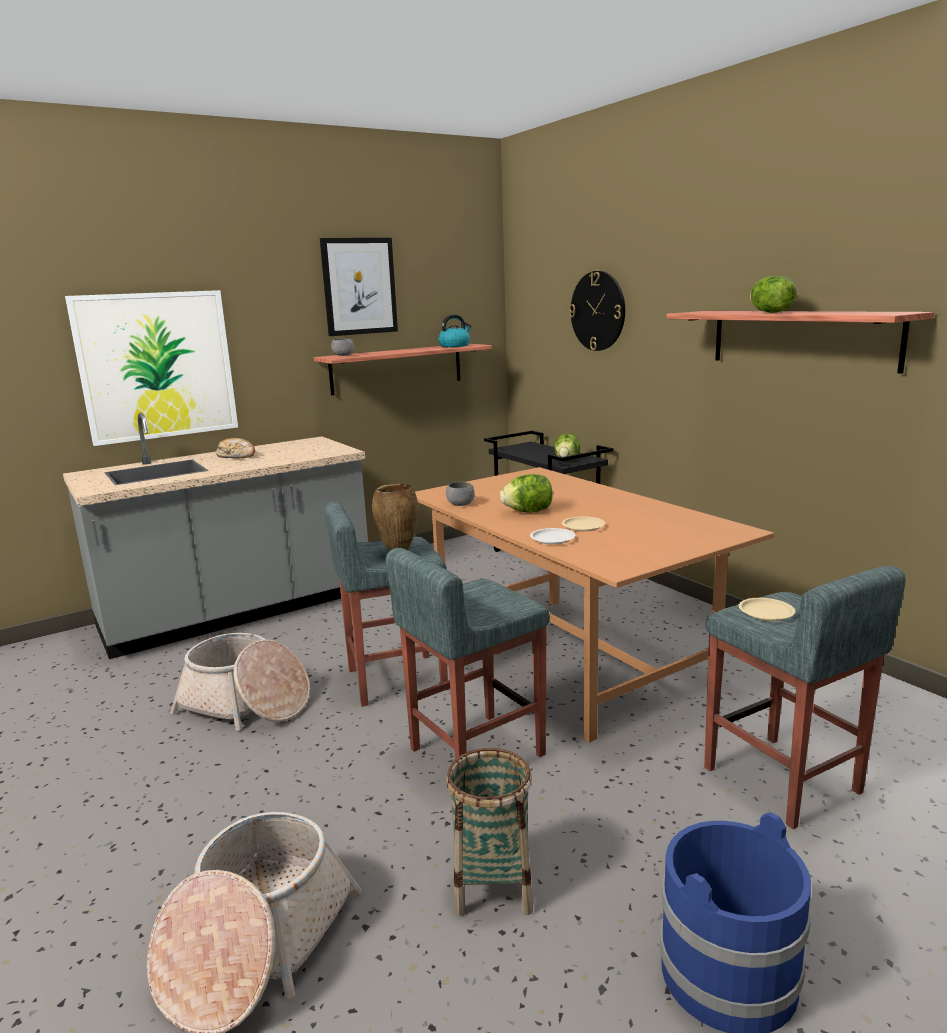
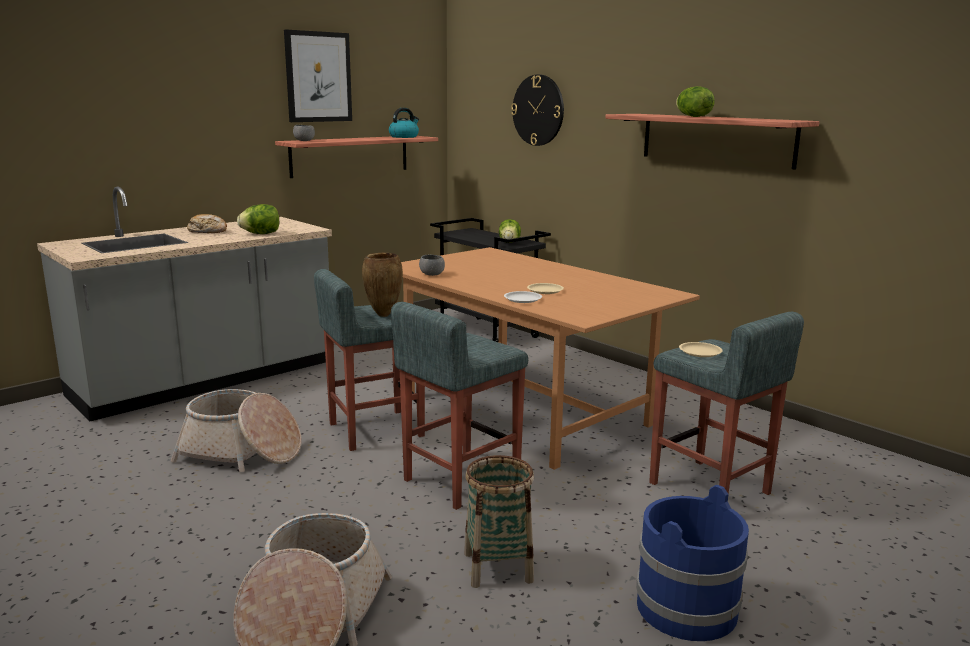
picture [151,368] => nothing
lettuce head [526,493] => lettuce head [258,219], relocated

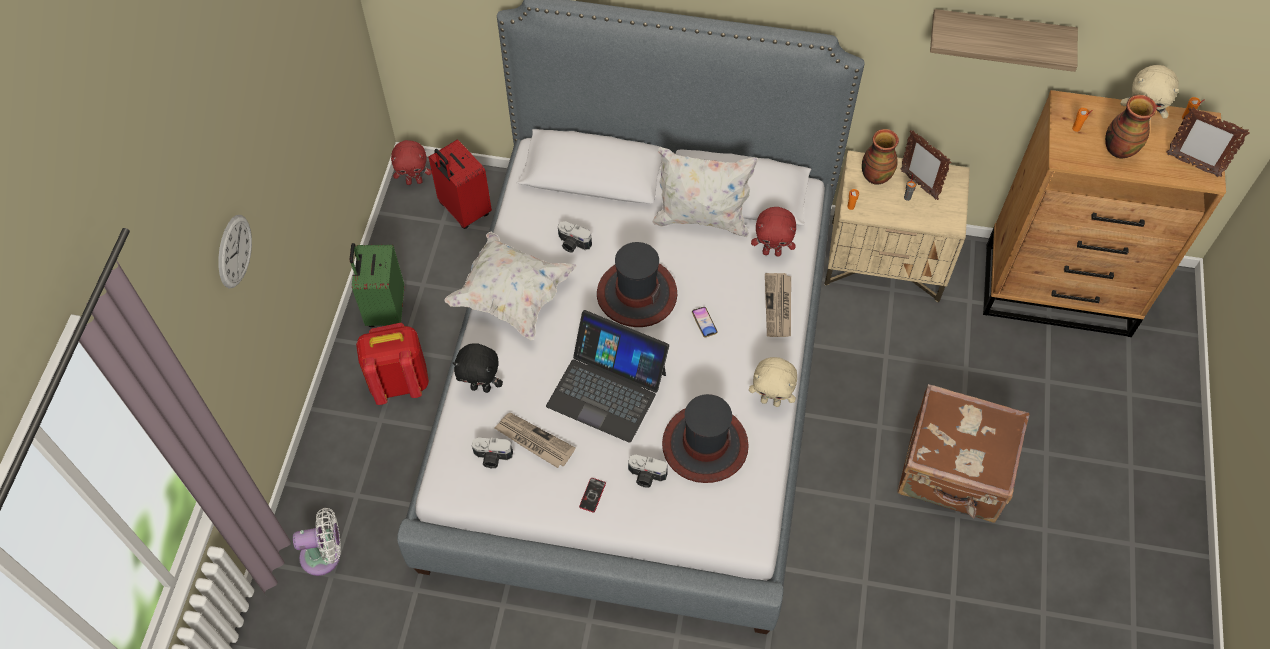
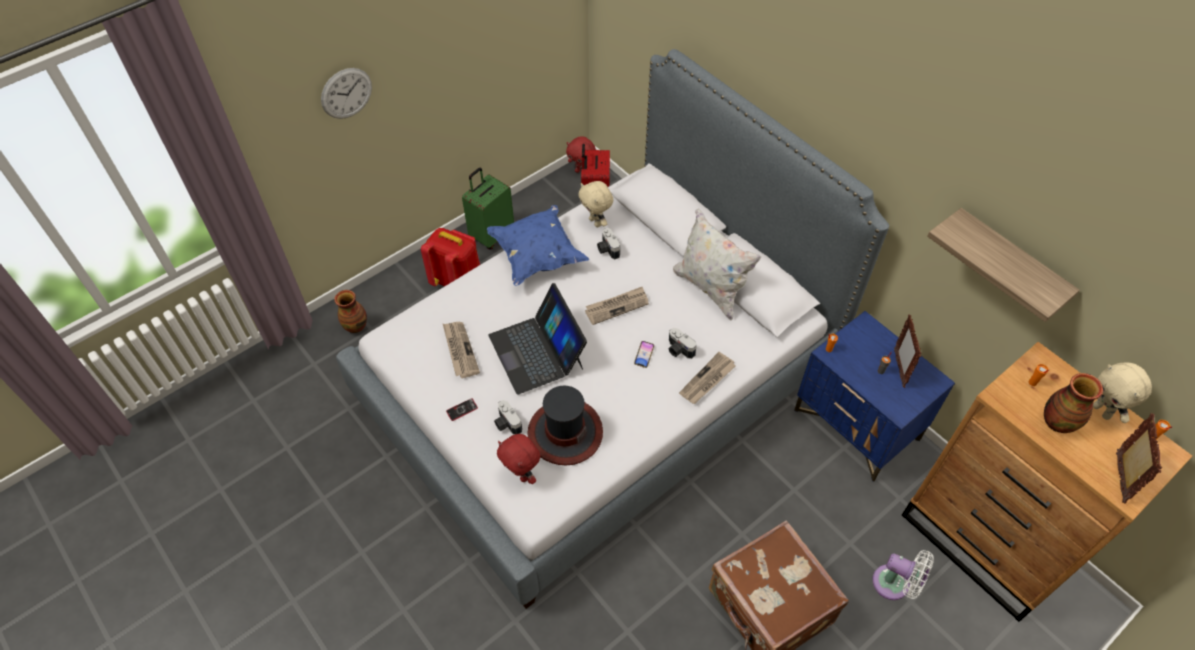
fan (white) [317,542] => fan (white) [903,575], relocated
pillow (white) [511,286] => pillow (blue) [538,245]
plush toy (blackish) [478,368] => nothing
photo camera [492,452] => photo camera [682,343], relocated
wearable hat [637,284] => newspaper [617,306]
plush toy (beige) [773,382] => plush toy (beige) [595,204], relocated
plush toy (red) [773,232] => plush toy (red) [518,459], relocated
night table (beige) [897,227] => night table (blue) [874,396]
vase [880,156] => vase [350,311], relocated
picture frame [1208,142] => picture frame [1139,458], 150 degrees counterclockwise

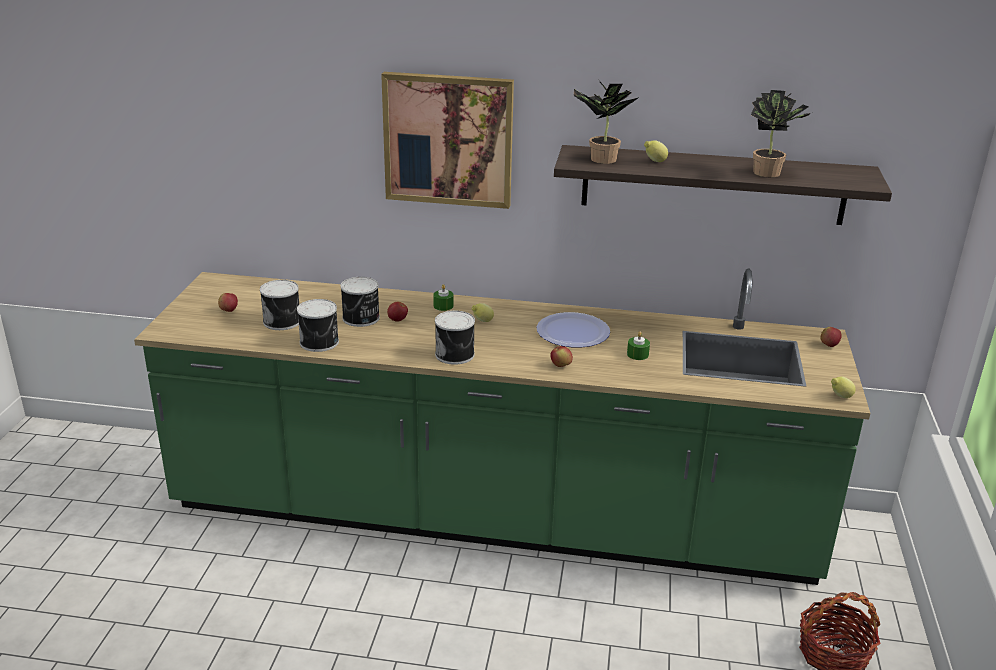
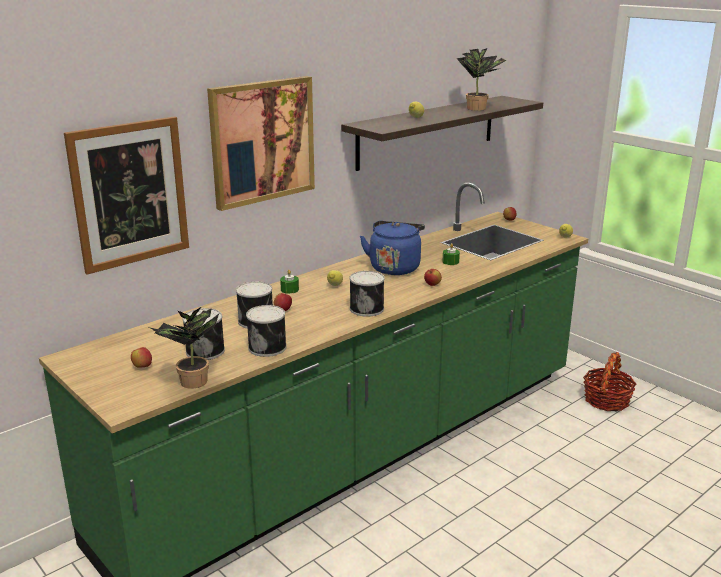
dinner plate [573,330] => water kettle (blue) [392,248]
houseplant [606,123] => houseplant [184,348], relocated
nothing => picture [126,195]

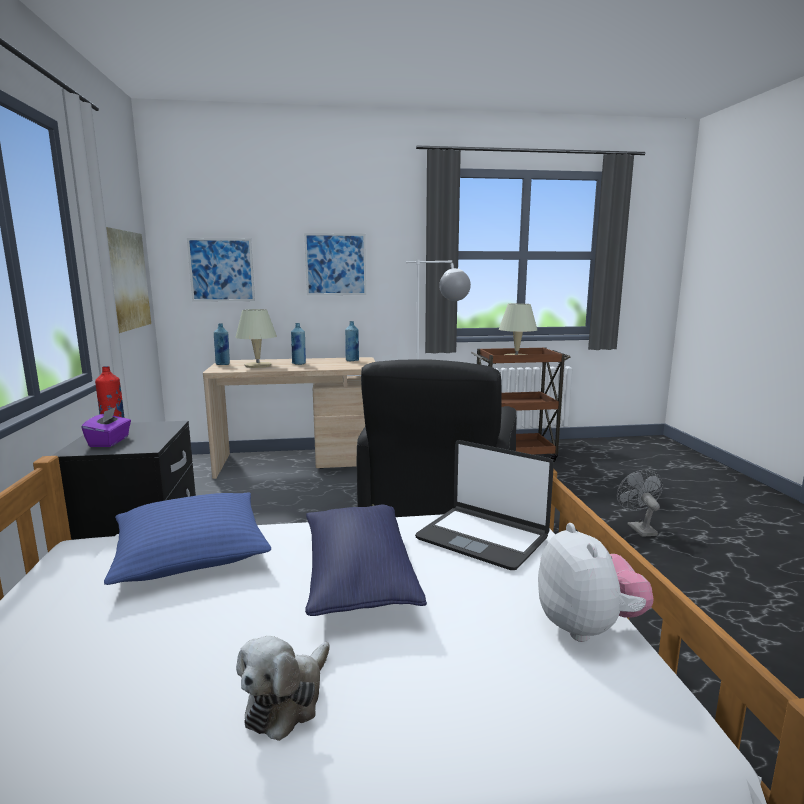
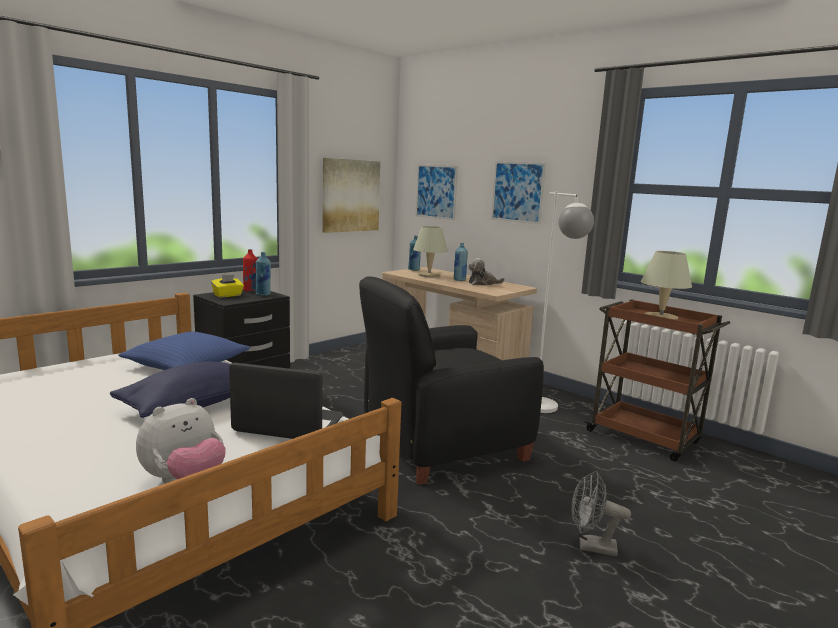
box of tissues (purple) [106,427] => box of tissues (yellow) [227,286]
plush toy [283,688] => plush toy [486,271], relocated
bottle (blue) [352,341] => bottle (blue) [263,274], relocated
portable computer [484,505] => portable computer [286,400], 105 degrees clockwise
fan (gray) [640,503] => fan (gray) [601,513], 120 degrees counterclockwise

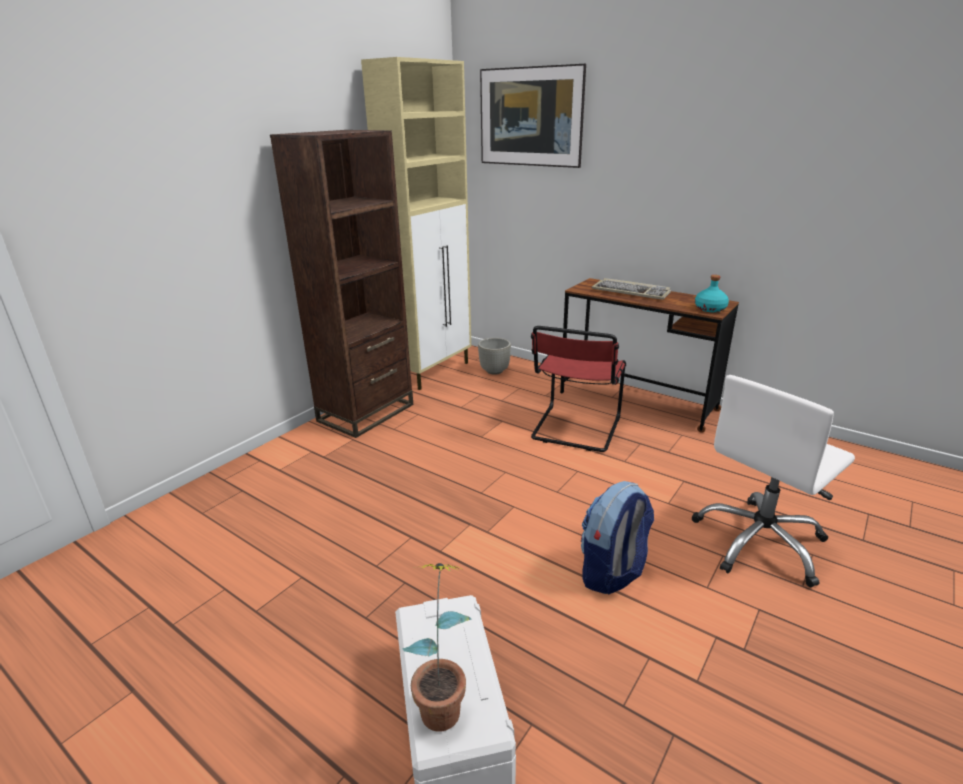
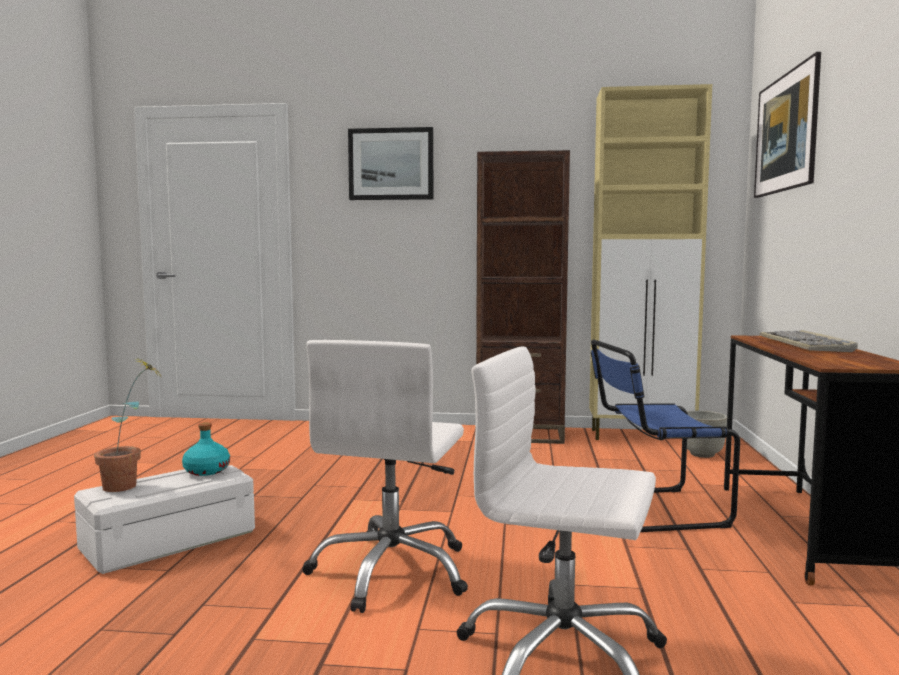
upright chair (red) [578,389] => upright chair (blue) [665,435]
rucksack [617,537] => office chair (white) [385,476]
bottle (turquoise-coloured) [712,293] => bottle (turquoise-coloured) [206,449], relocated
nothing => picture [390,163]

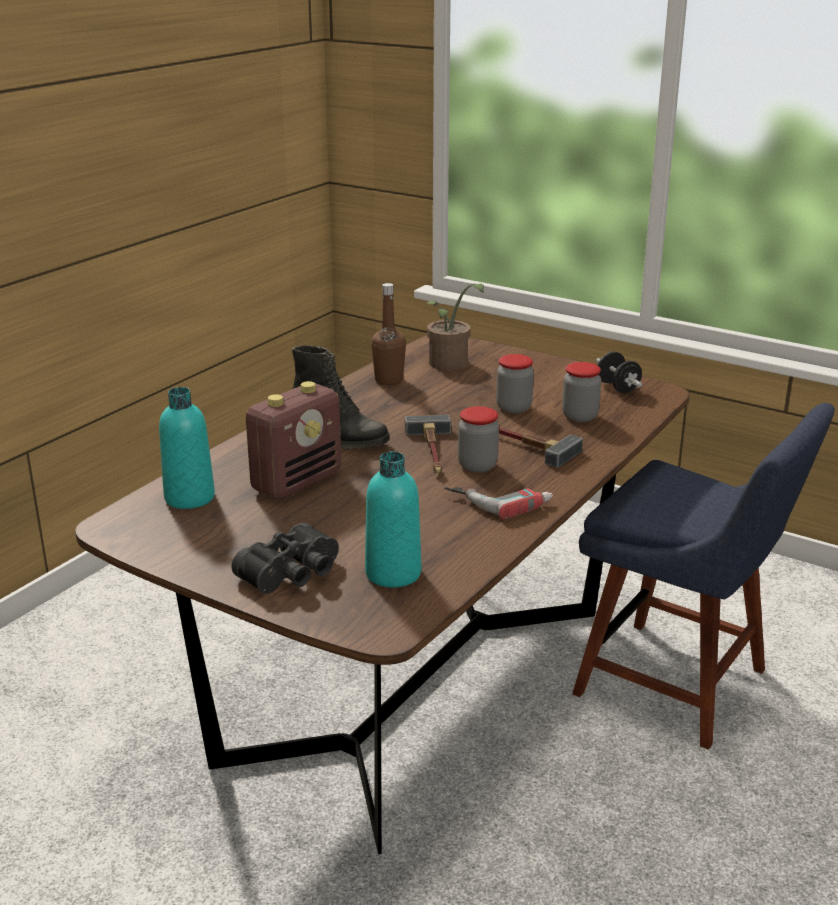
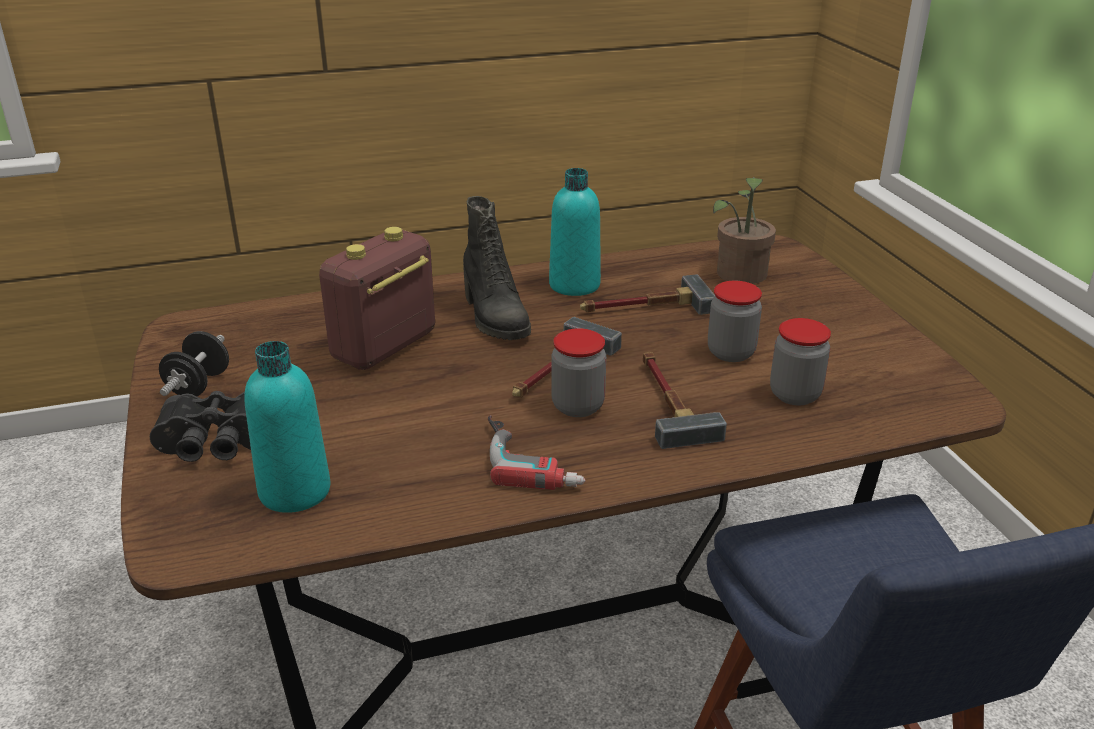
bottle (turquoise-coloured) [187,448] => bottle (turquoise-coloured) [575,232], relocated
radio [293,440] => radio [377,298], 135 degrees clockwise
bottle (brownish) [388,334] => nothing
hand weight (blackish) [619,372] => hand weight (blackish) [194,363], relocated
nothing => tool hammer [647,294]

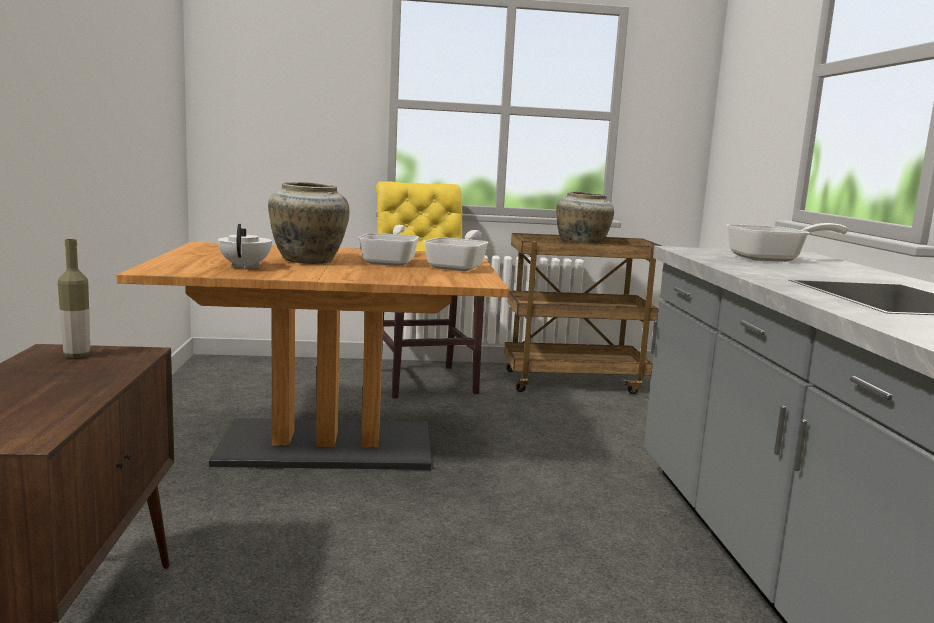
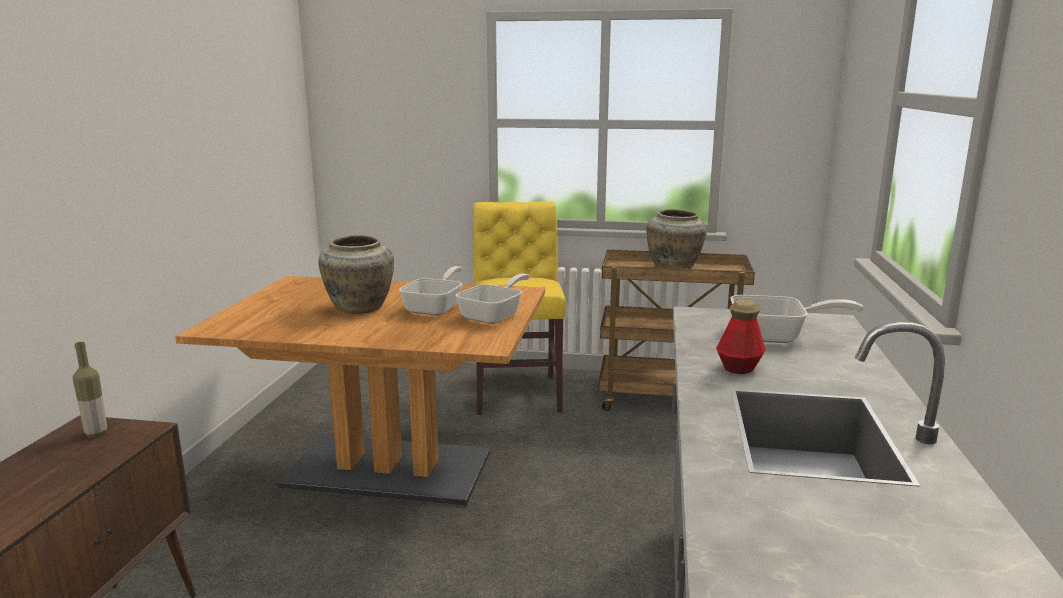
pot for tea (white) [245,246] => nothing
nothing => bottle [740,336]

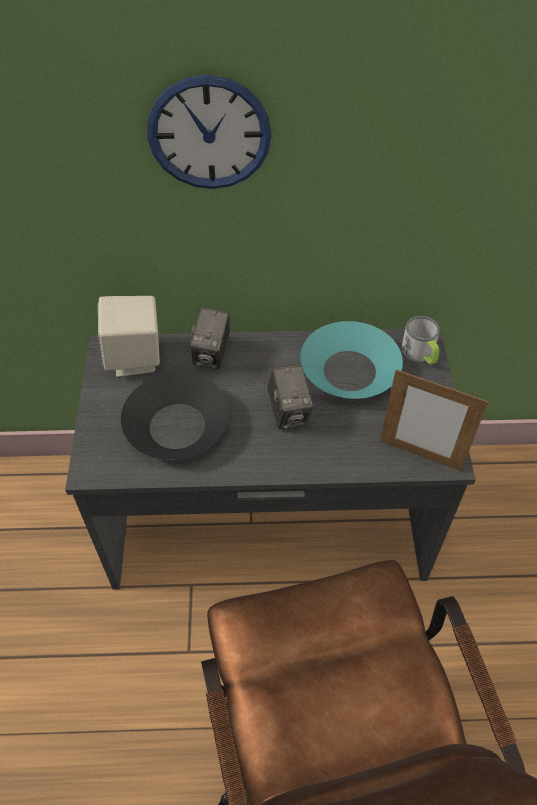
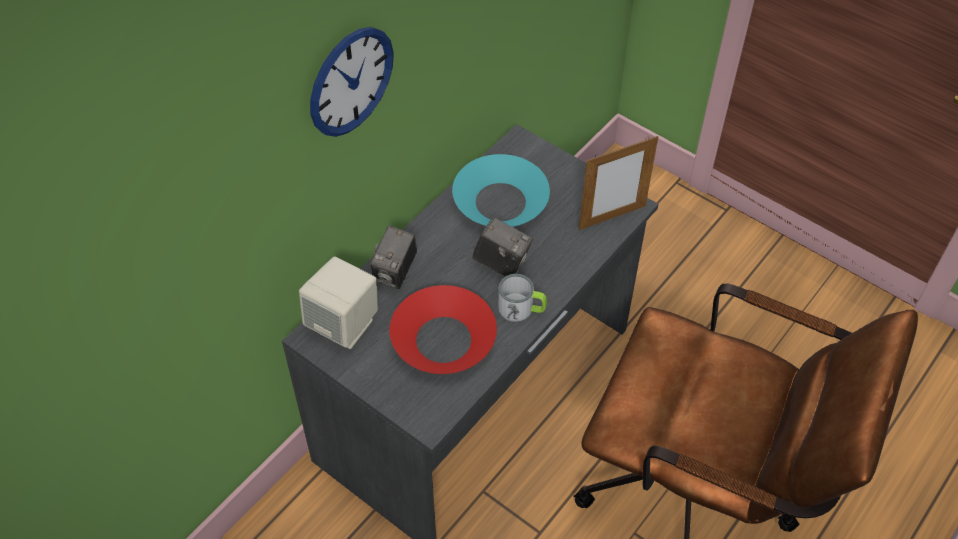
deep dish (blackish) [175,416] => deep dish (red) [443,329]
photo camera [210,338] => photo camera [394,257], 60 degrees clockwise
mug [420,340] => mug [522,298], relocated

